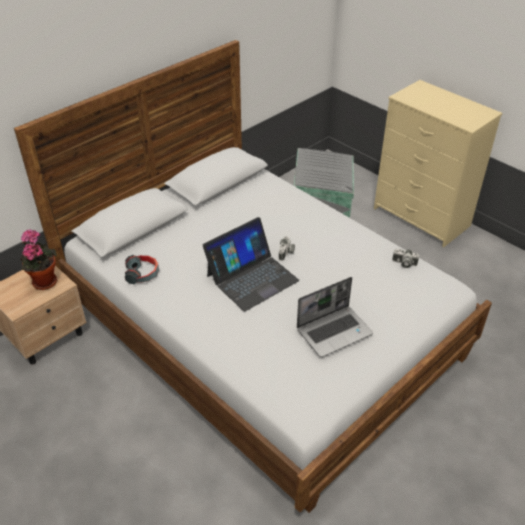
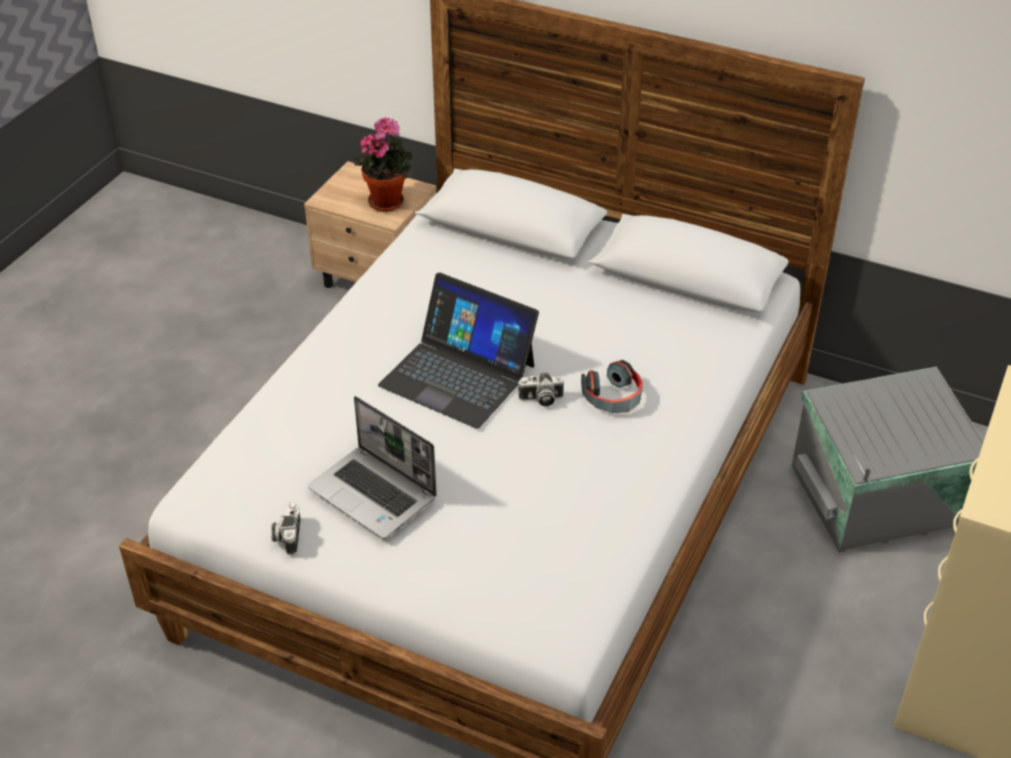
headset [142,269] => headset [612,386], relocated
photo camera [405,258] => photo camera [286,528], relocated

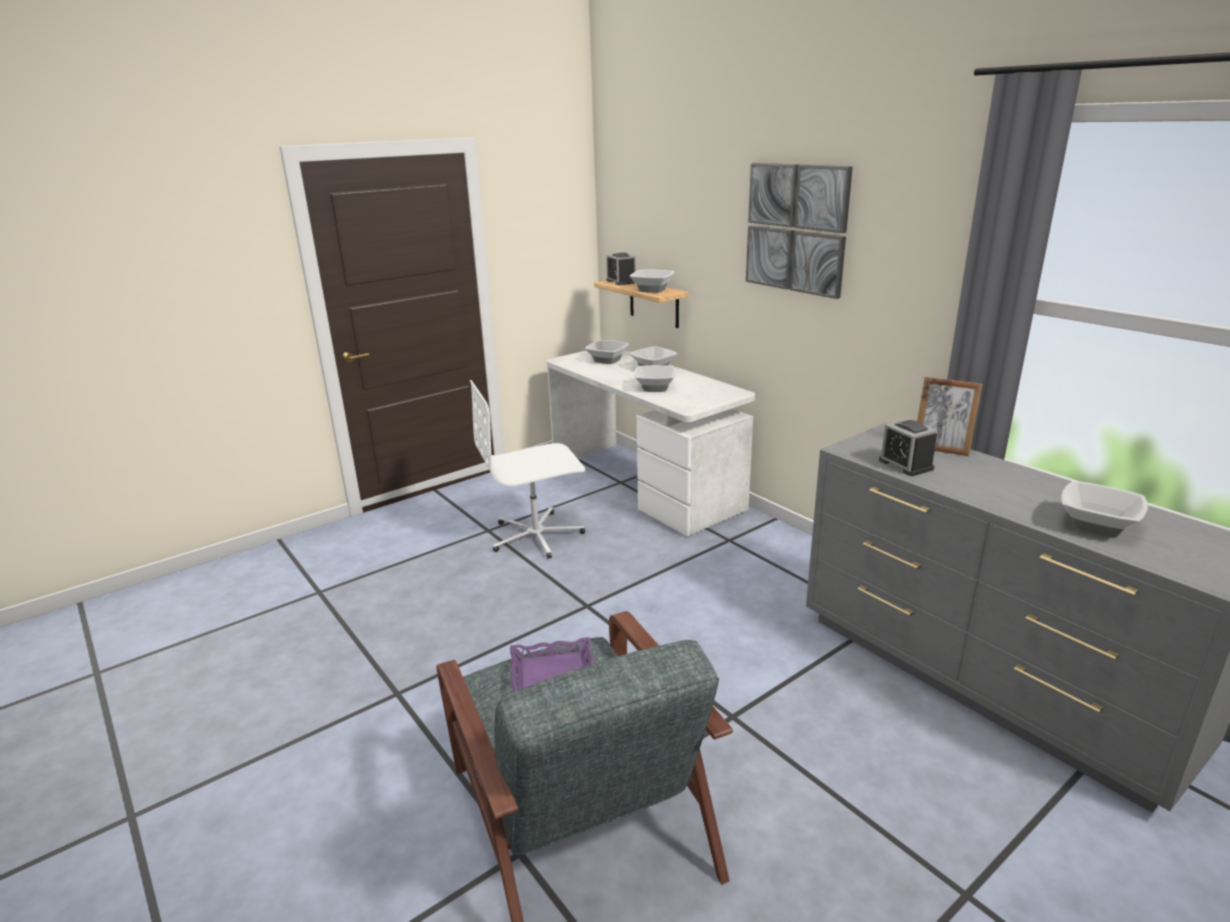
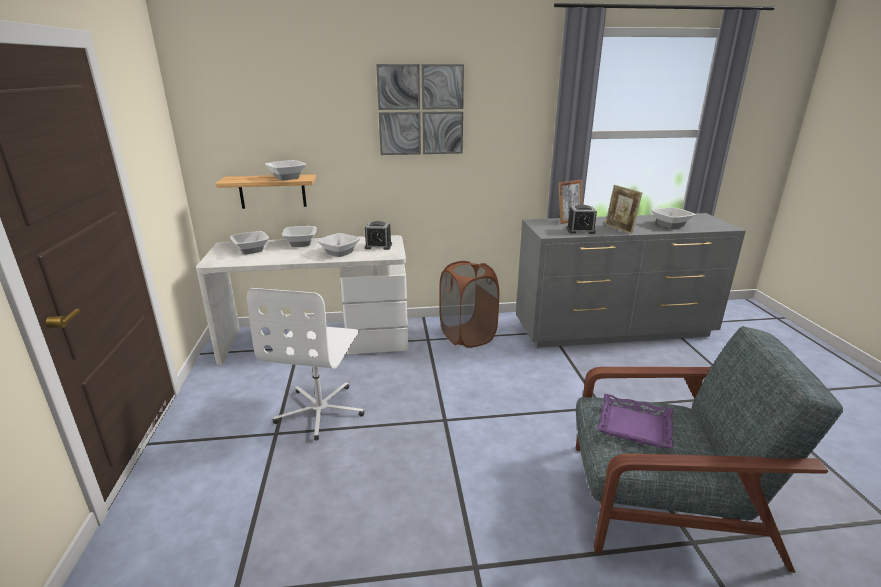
bedside clock [621,268] => bedside clock [378,235], relocated
nothing => hamper (brownish) [469,304]
nothing => picture frame [623,209]

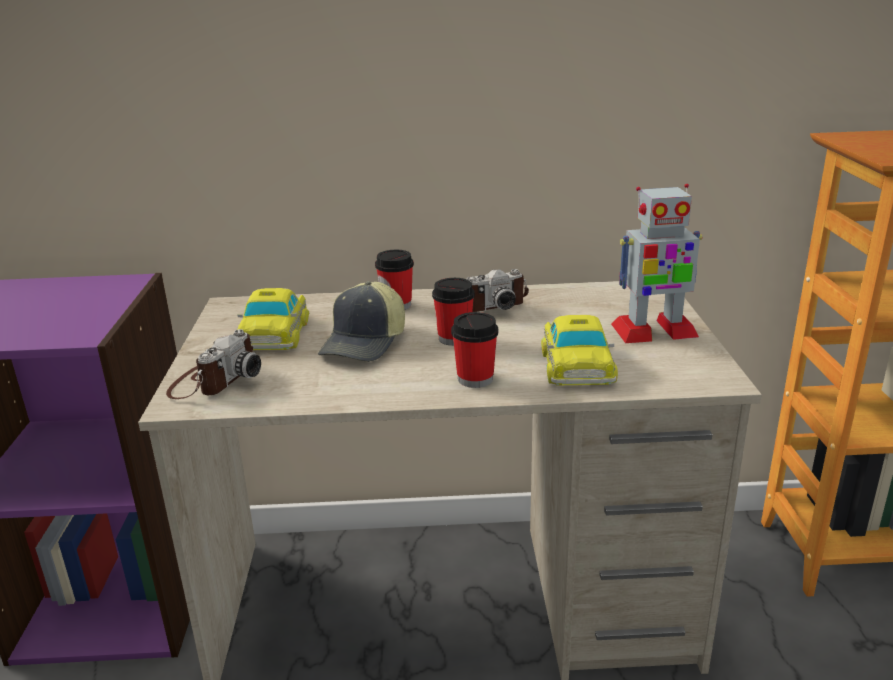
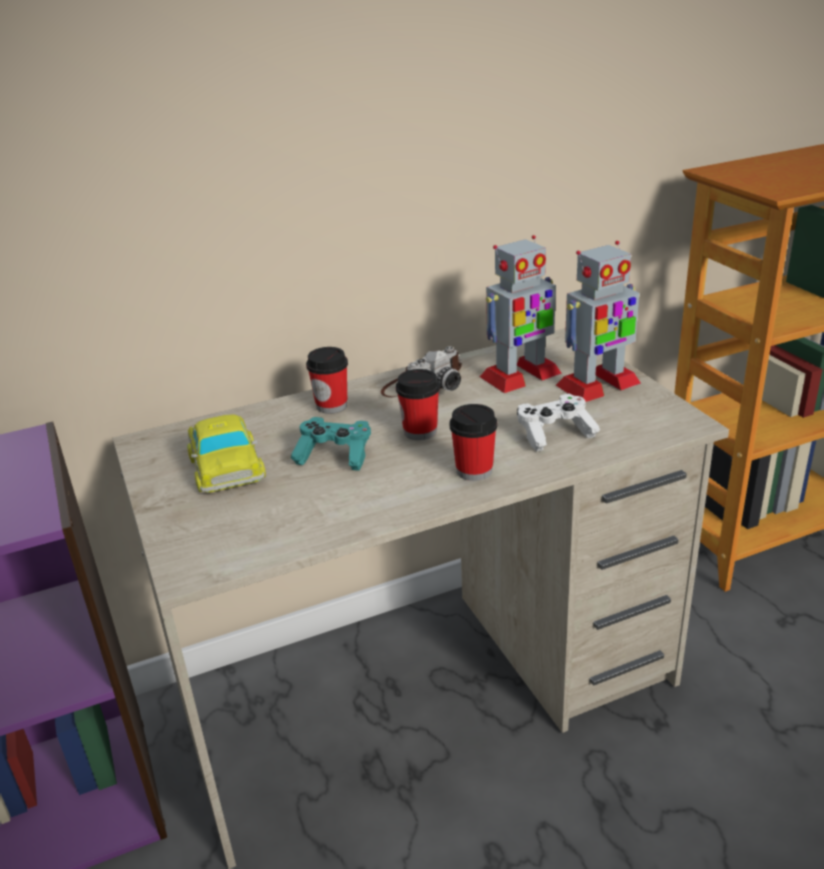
photo camera [213,364] => nothing
peaked cap [361,321] => gamepad (turquoise-coloured) [331,444]
miniature car [579,350] => gamepad (white) [558,423]
nothing => toy robot [521,314]

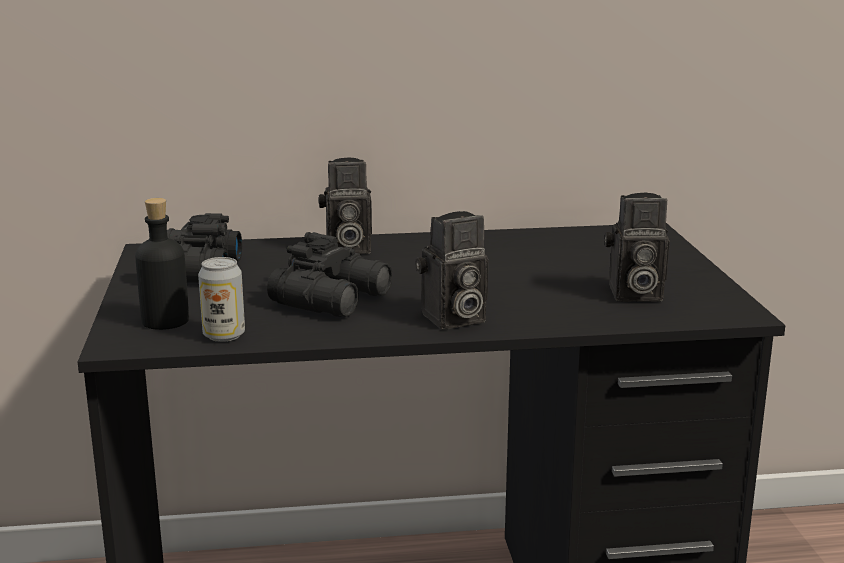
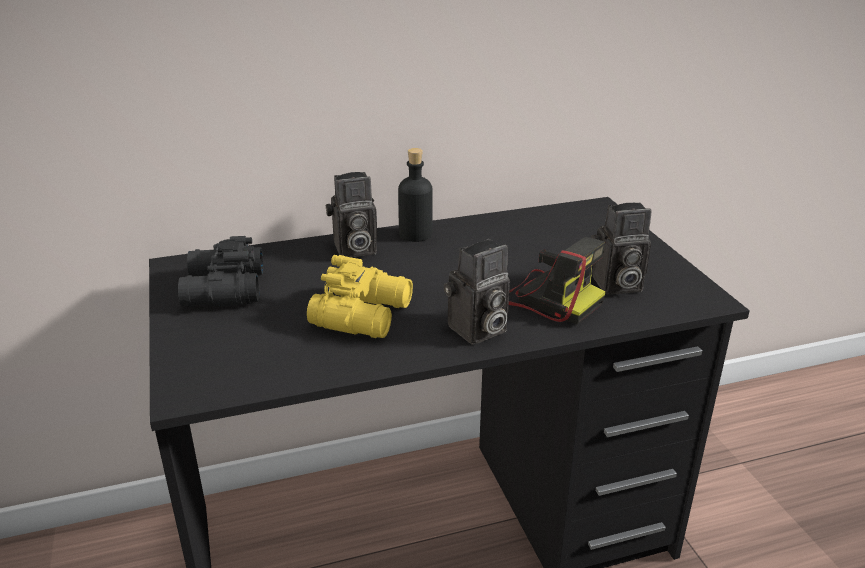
bottle (blackish) [162,264] => bottle (blackish) [415,195], relocated
metal can [221,299] => nothing
binoculars (blackish) [330,274] => binoculars (yellow) [360,296]
nothing => photo camera [557,281]

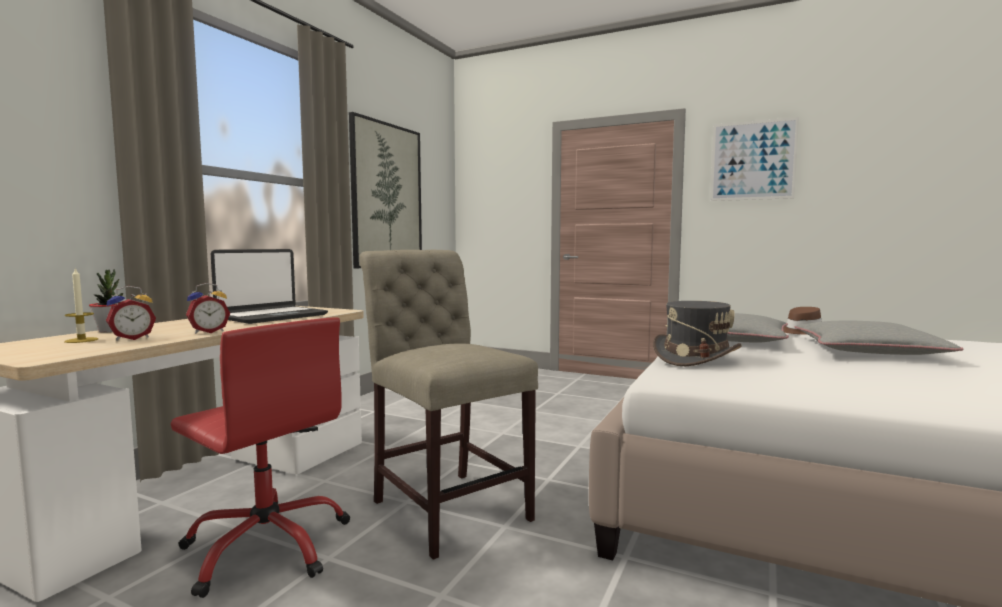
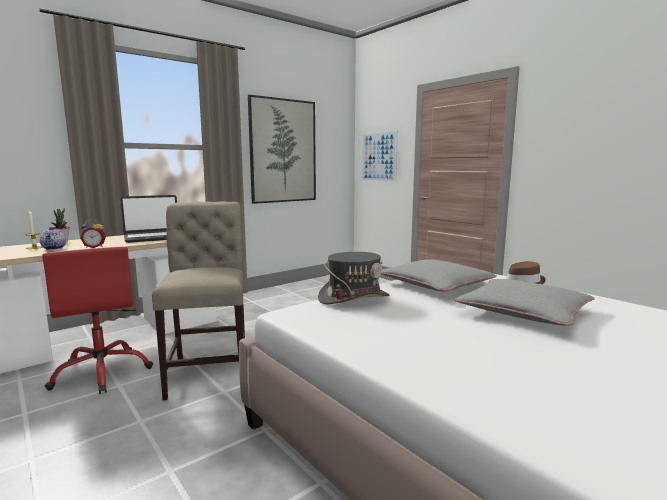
bedside clock [131,313] => pot for tea [53,238]
picture [754,159] => picture [379,157], relocated

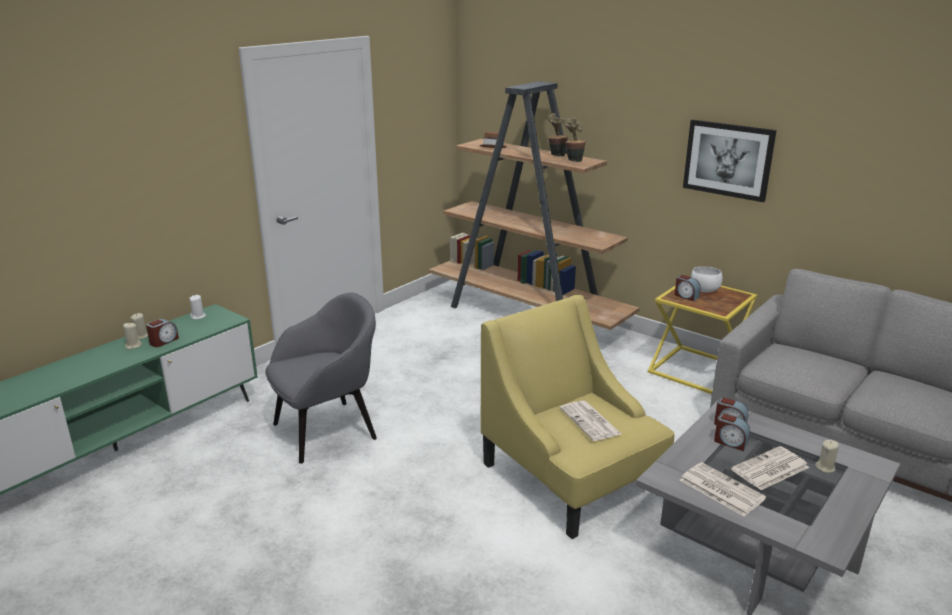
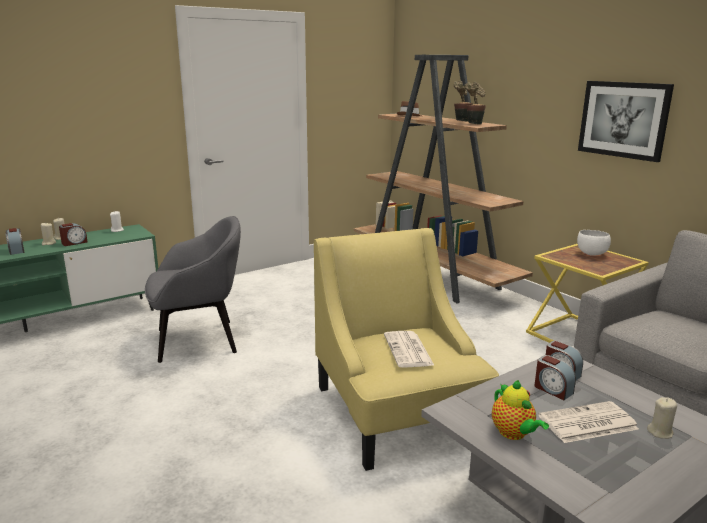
bedside clock [687,288] => bedside clock [15,241], relocated
newspaper [723,489] => pot for tea [520,410]

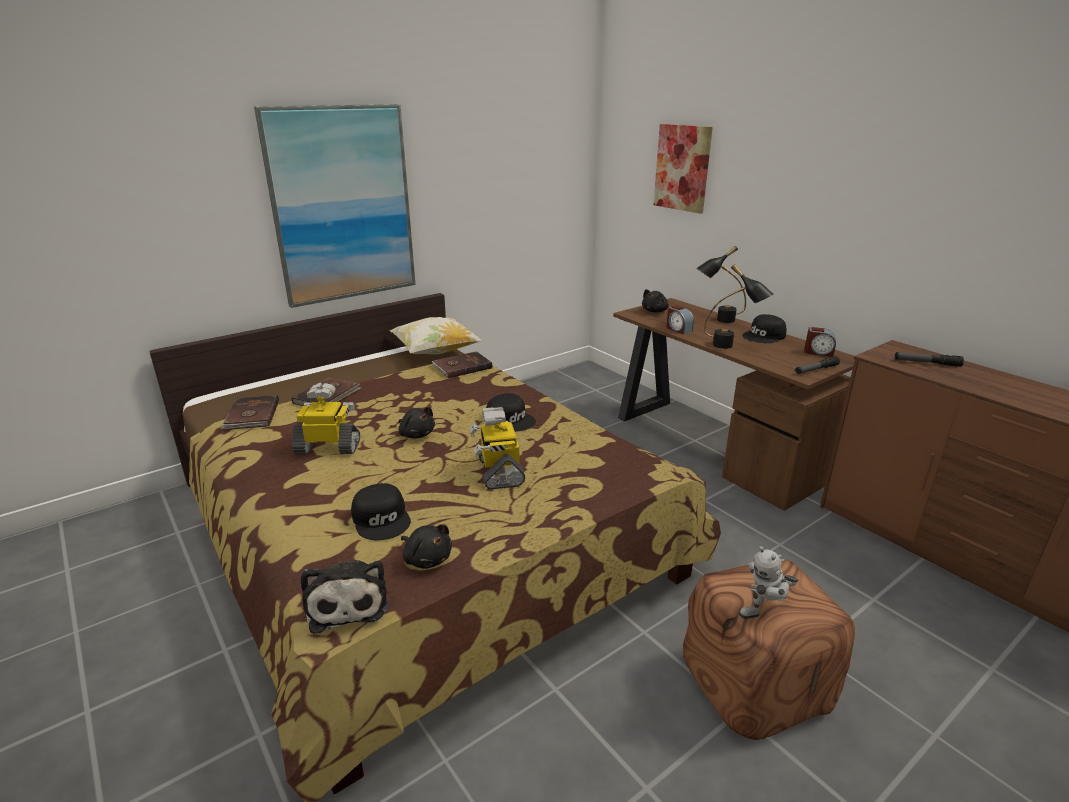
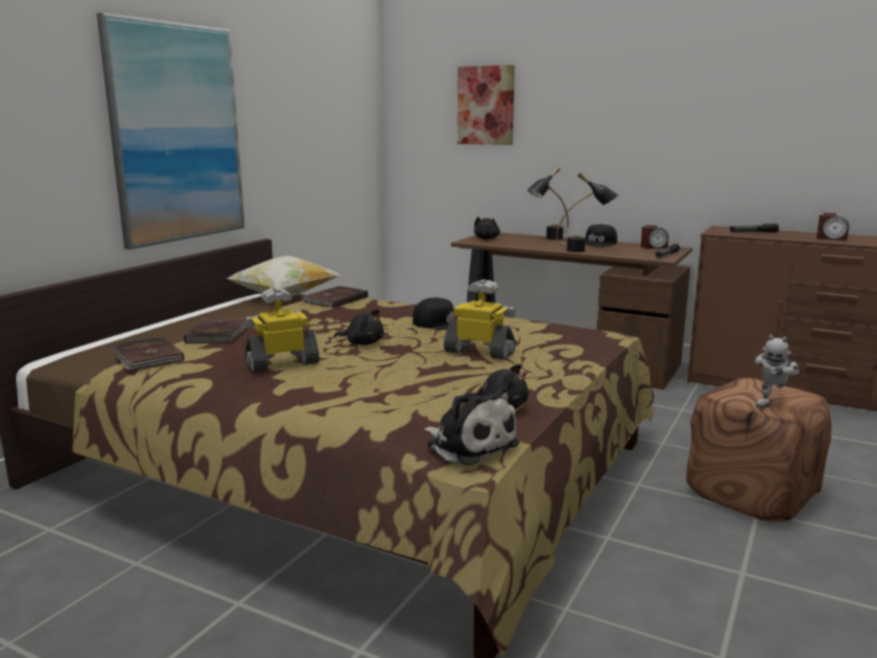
peaked cap (blackish) [381,511] => nothing
toy robot [497,448] => toy robot [480,319], 150 degrees clockwise
bedside clock [680,319] => bedside clock [832,227], relocated

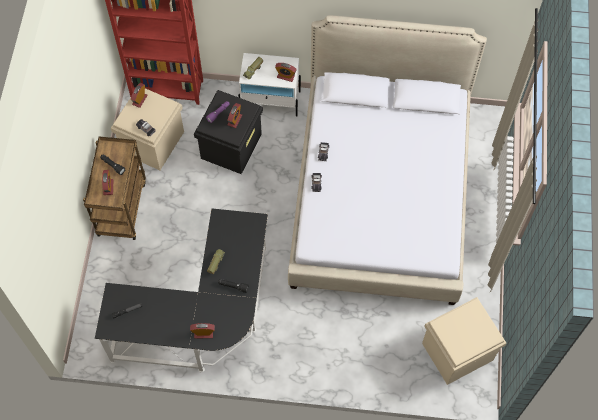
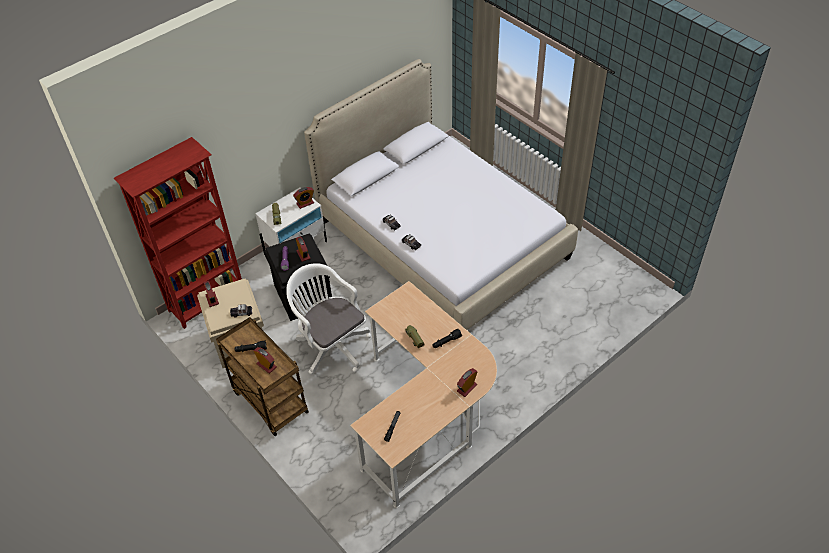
desk table (blackish) [181,290] => desk table (beige) [423,394]
storage box (beige) [464,341] => nothing
nothing => office chair (white) [328,318]

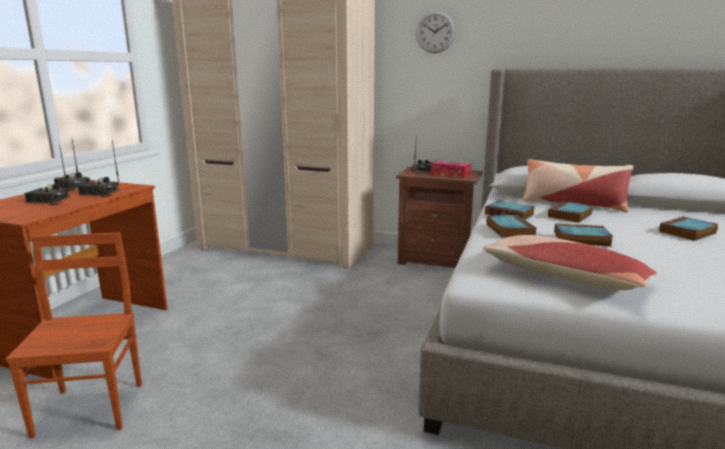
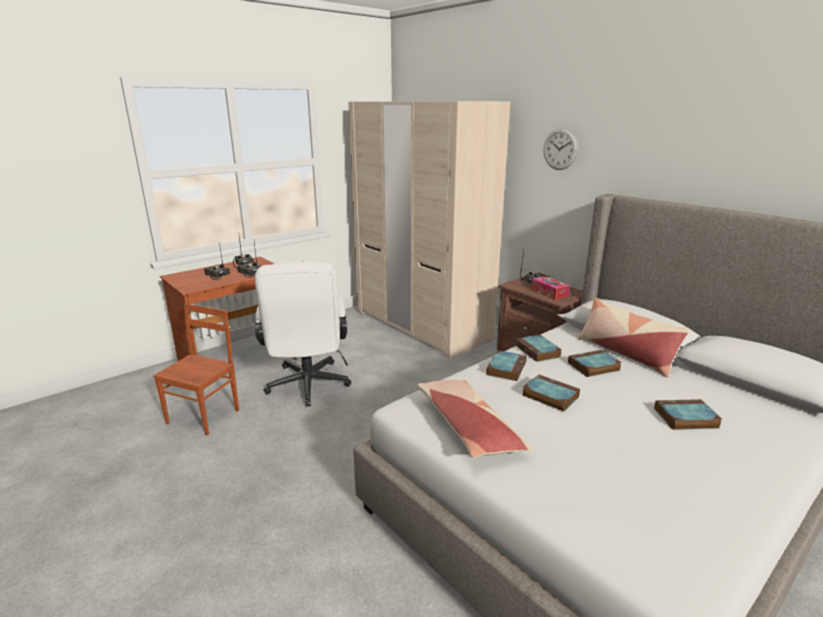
nothing => office chair (white) [303,334]

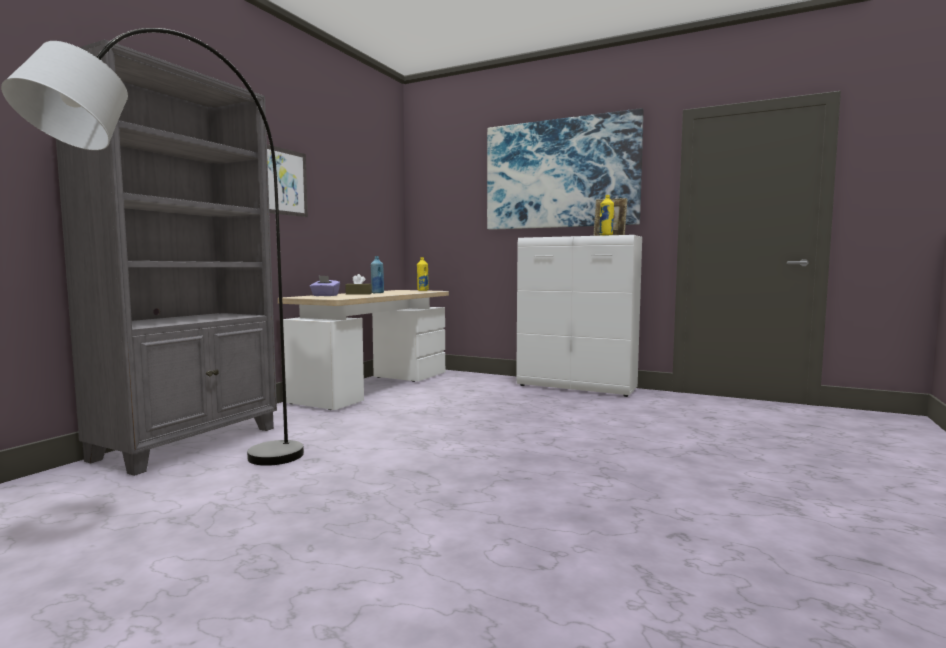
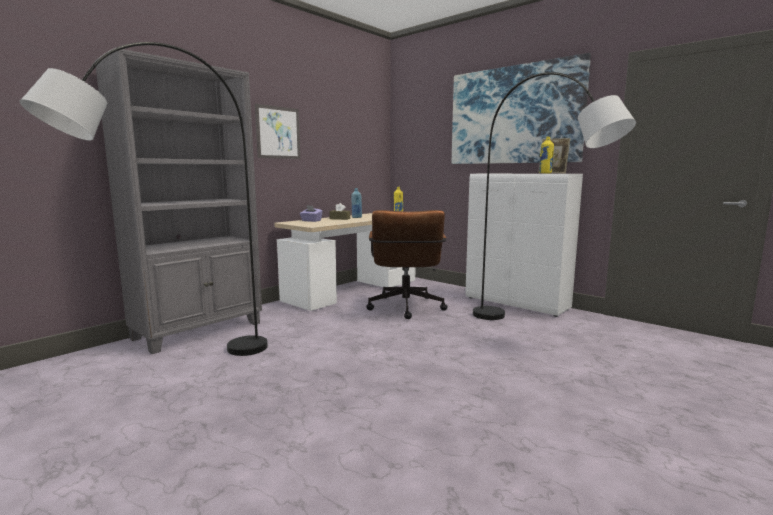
nothing => office chair (brownish) [407,264]
nothing => standing lamp (gray) [554,196]

